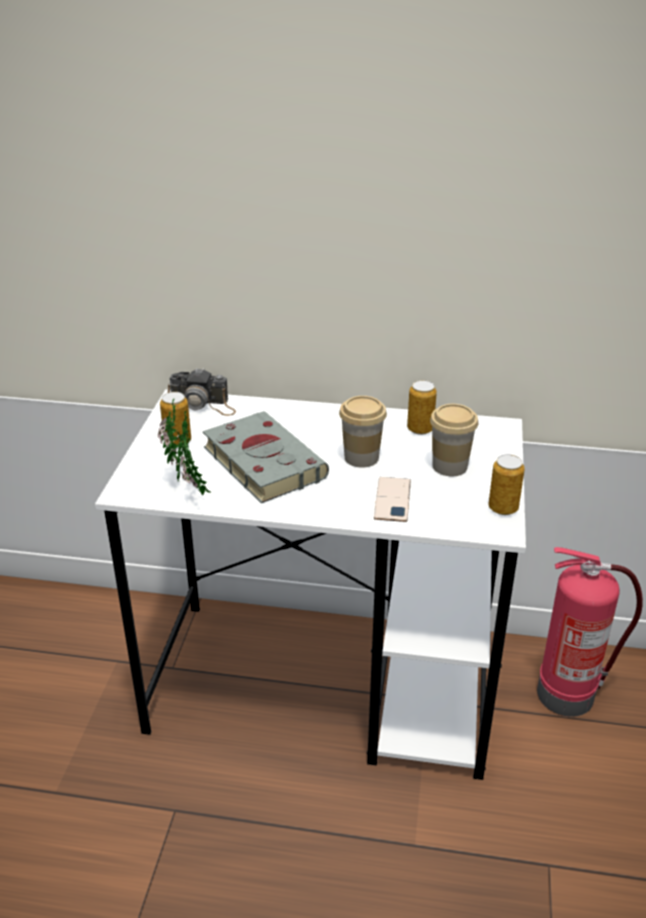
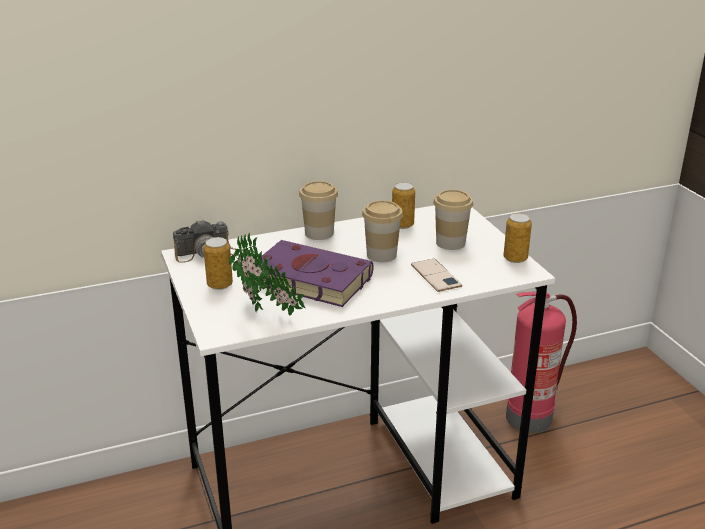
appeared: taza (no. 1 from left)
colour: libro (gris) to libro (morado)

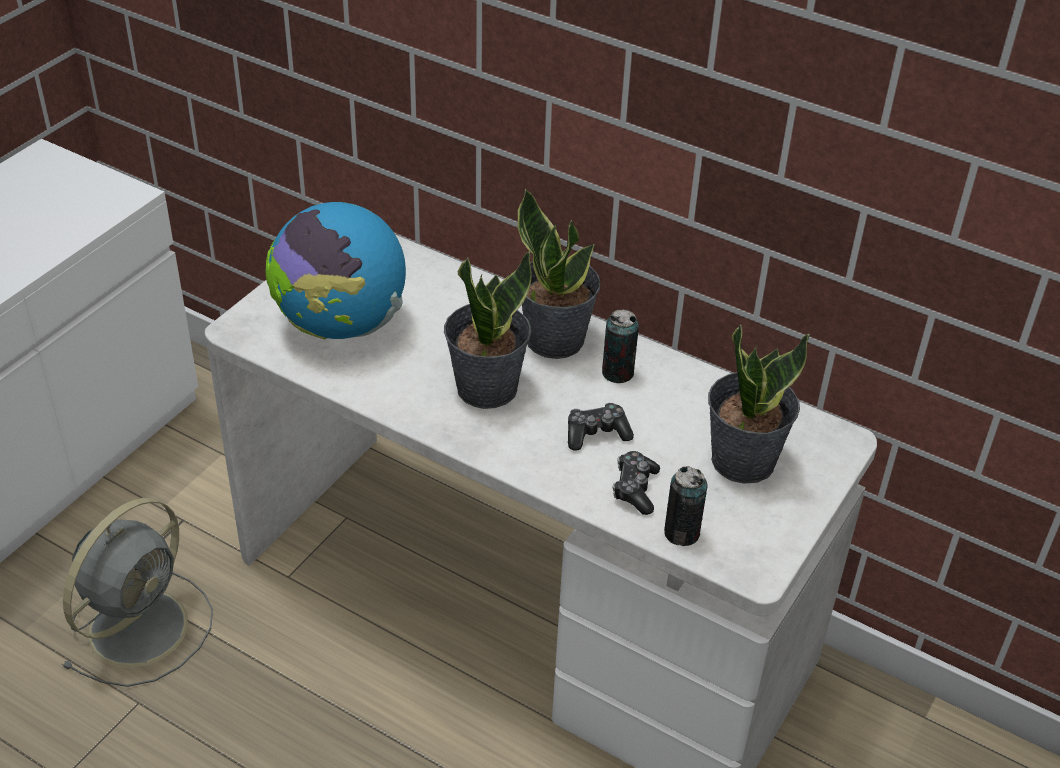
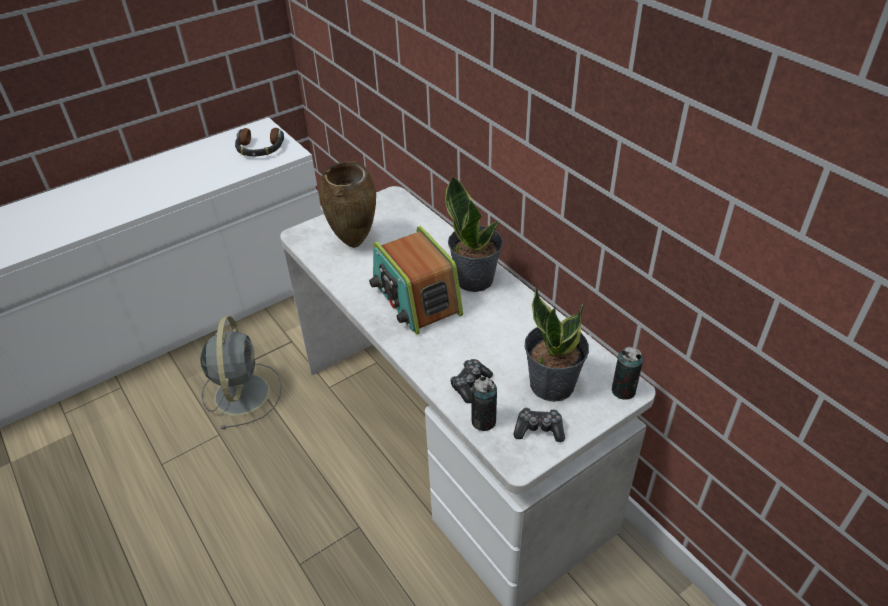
appeared: auriculares
relocated: mando de consola (no. 1 from left in the first image) to mando de consola (no. 2 from left); lata (no. 1 from left in the first image) to lata (no. 2 from left)
exchanged: globo terráqueo to florero (marrón); planta en maceta (no. 1 from left) to radio
spun: ventilador (gris) 60 degrees counterclockwise

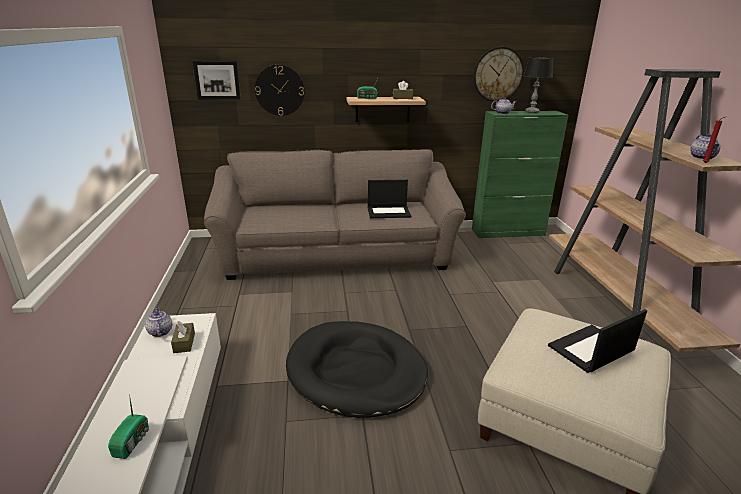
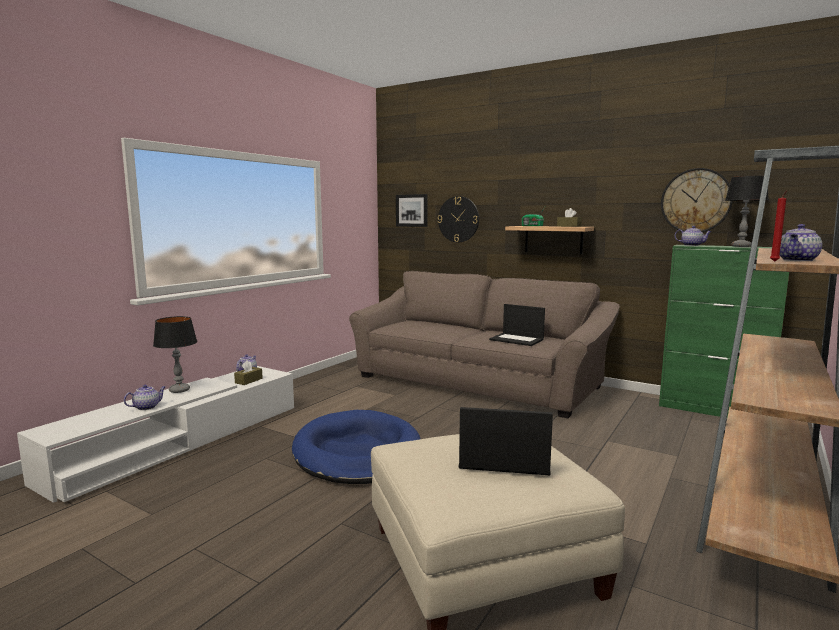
appeared: lámpara de mesa (no. 1 from left)
exchanged: radio (no. 1 from left) to tetera (no. 1 from left)
colour: cama para perro (negro) to cama para perro (azul)

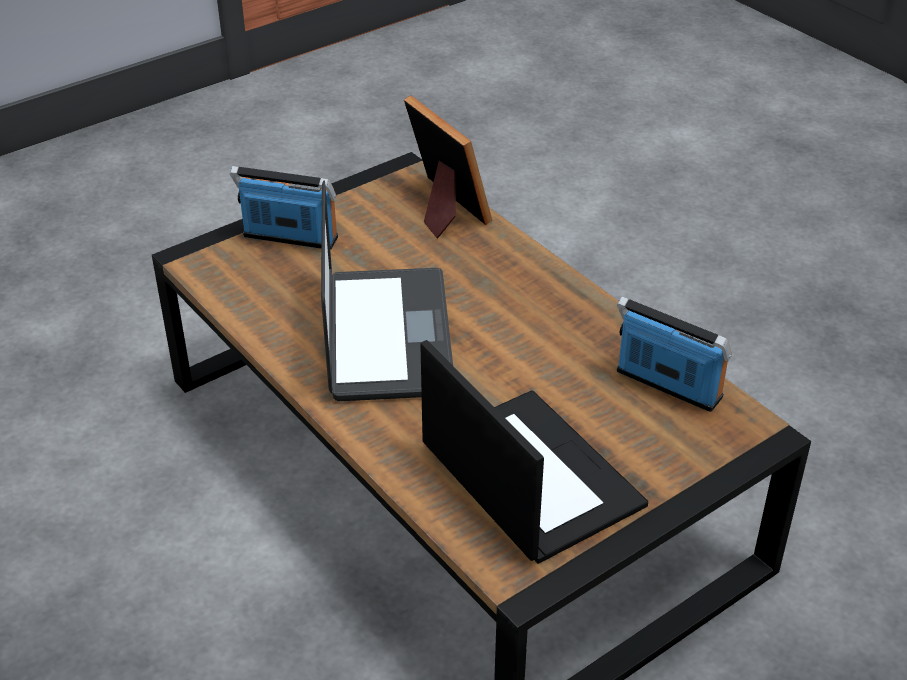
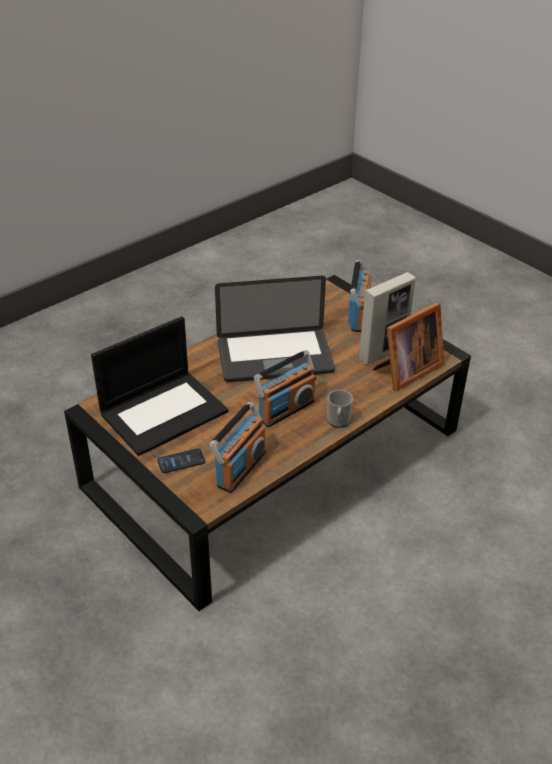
appeared: móvil; radio (no. 2 from left); taza grande; portarretratos (no. 1 from left)

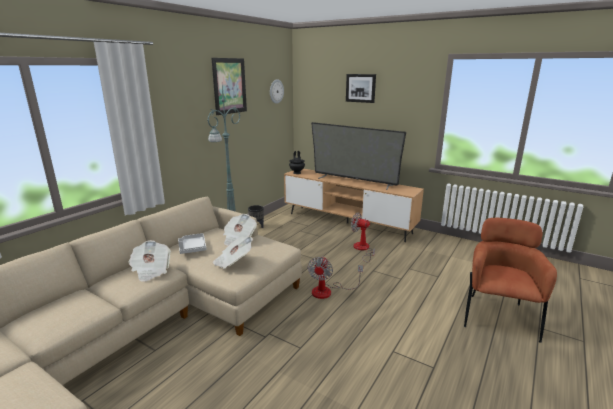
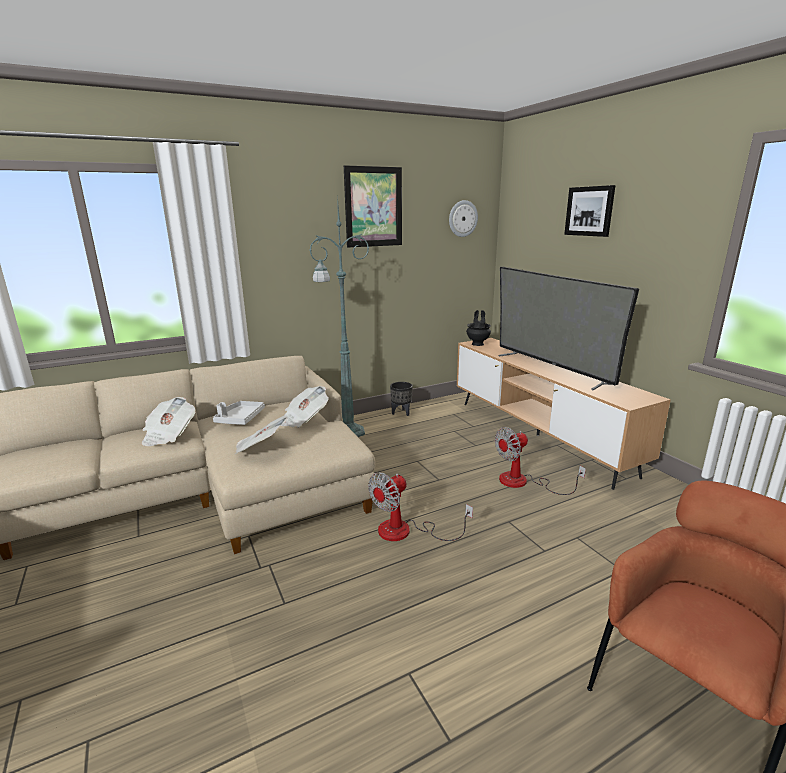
spun: ventilador (no. 2 from left) 90 degrees counterclockwise

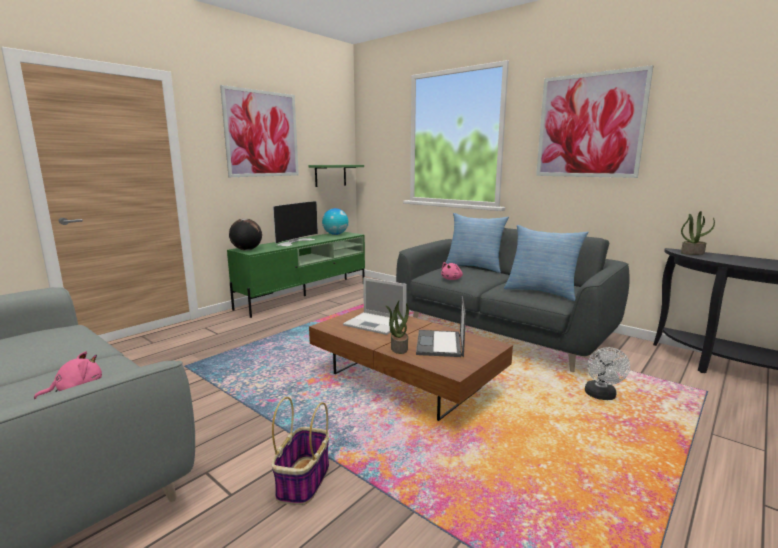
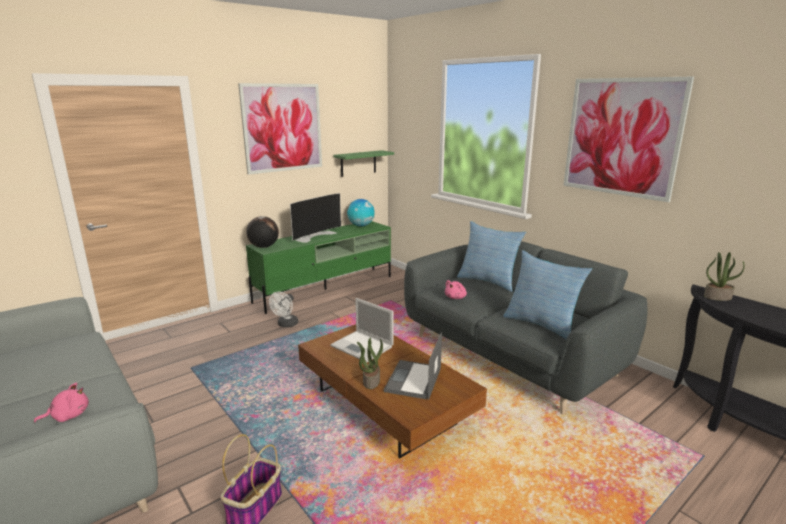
relocated: ventilador (blanco)

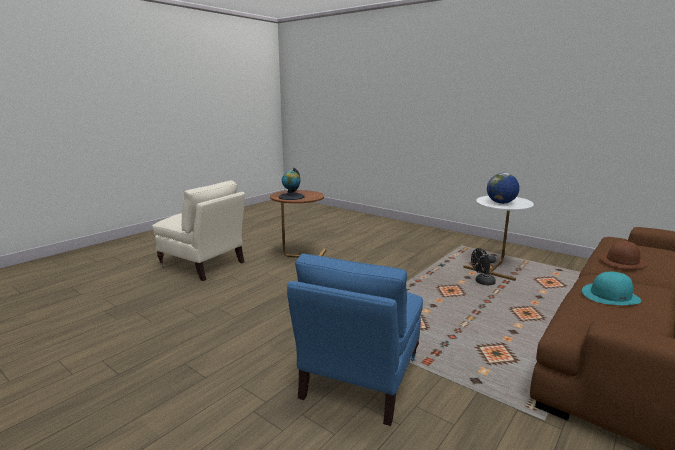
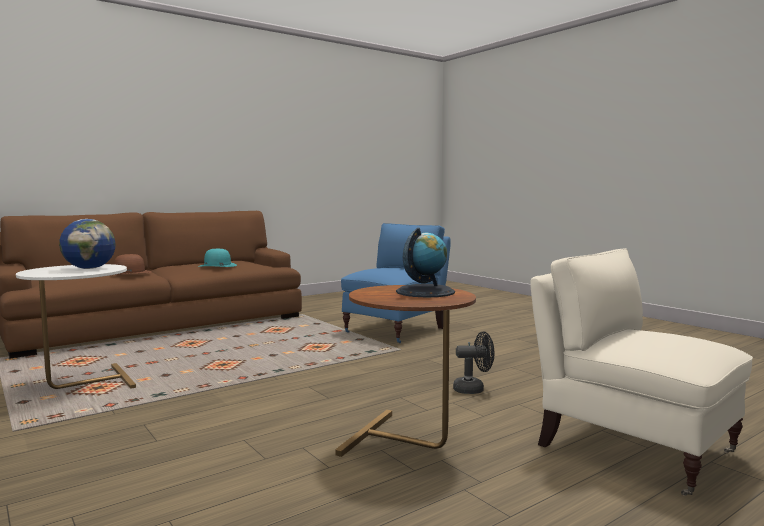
relocated: ventilador (negro)

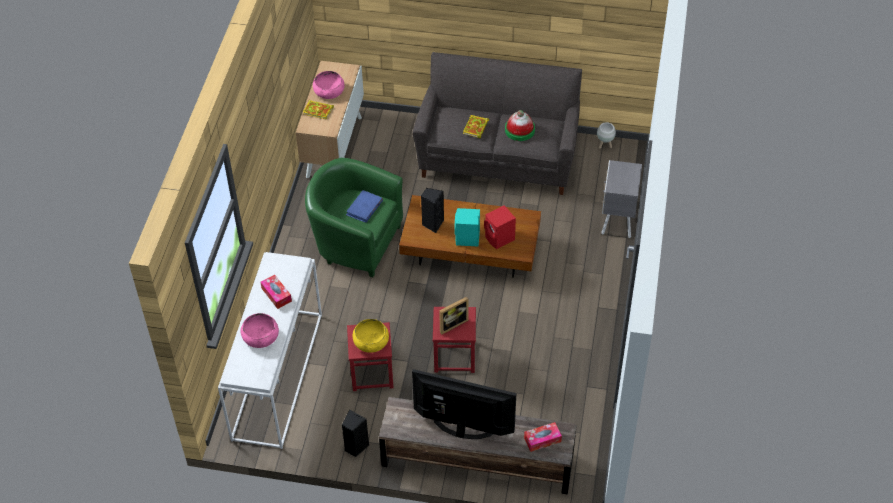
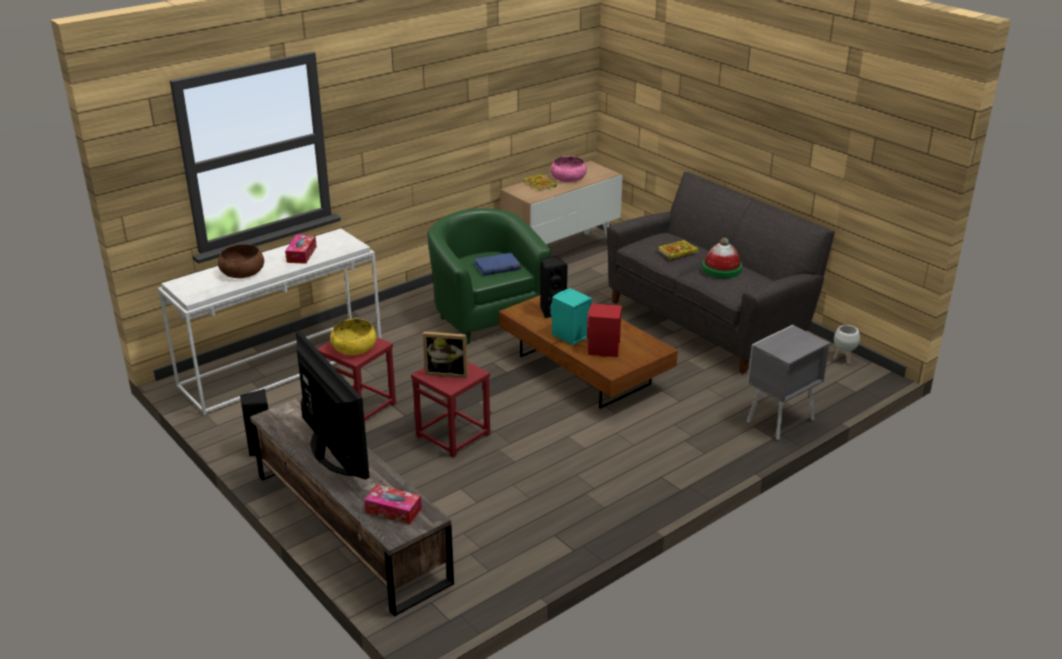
colour: cuenco (rosa) (no. 1 from left) to cuenco (marrón)

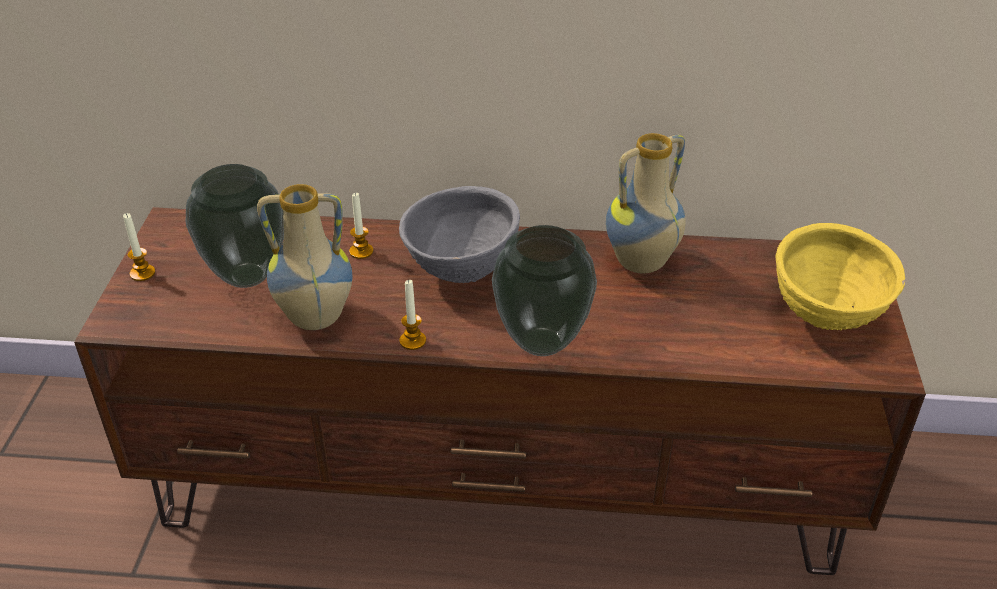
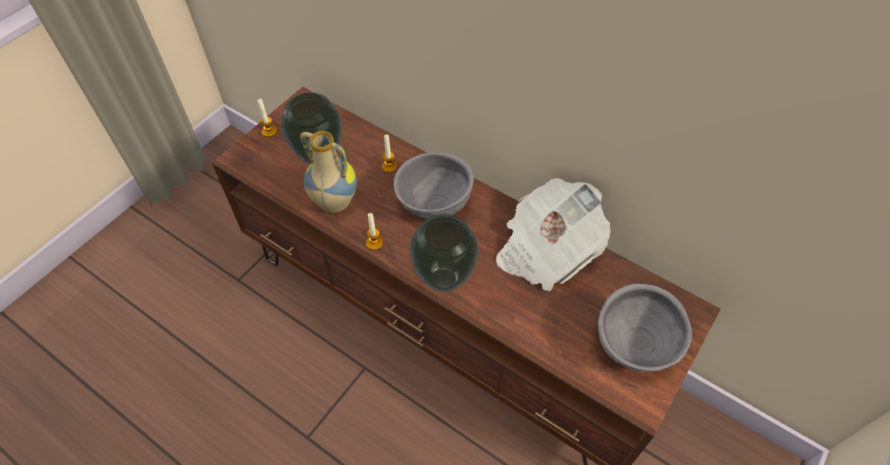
exchanged: florero (no. 4 from left) to periódico
colour: cuenco (amarillo) to cuenco (gris) (no. 2 from left)

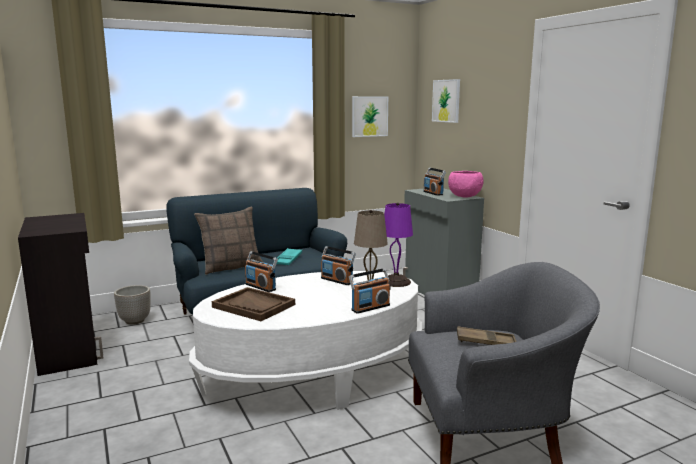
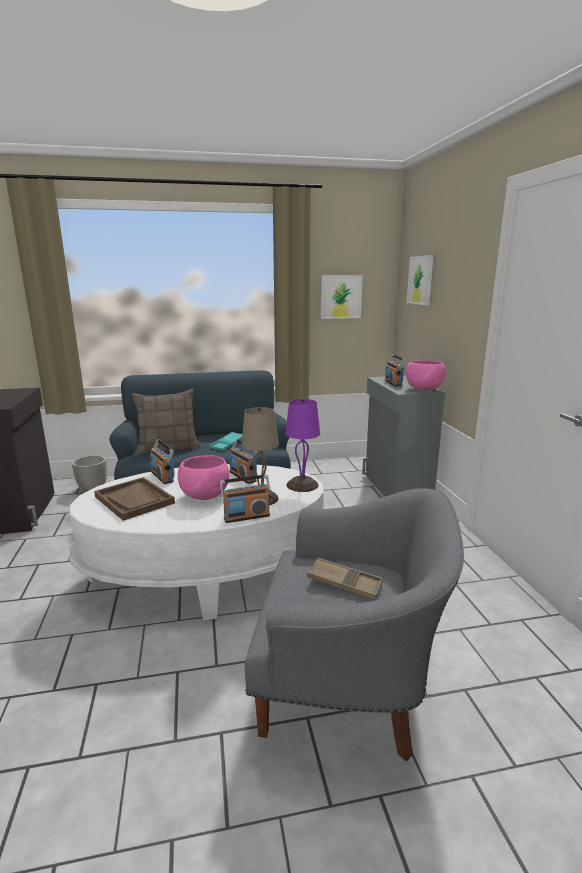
appeared: cuenco (rosa) (no. 1 from left)

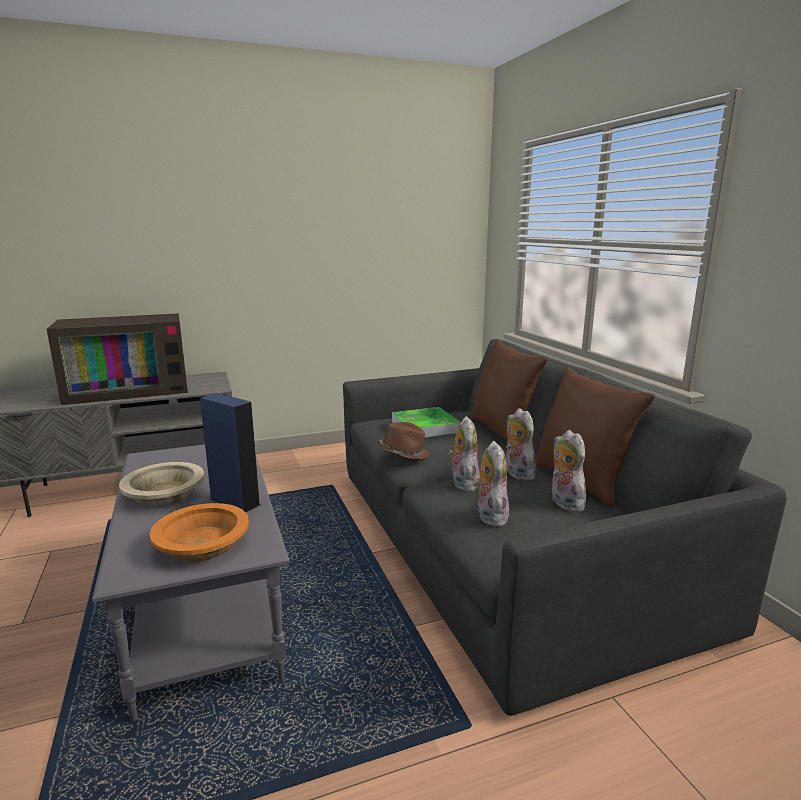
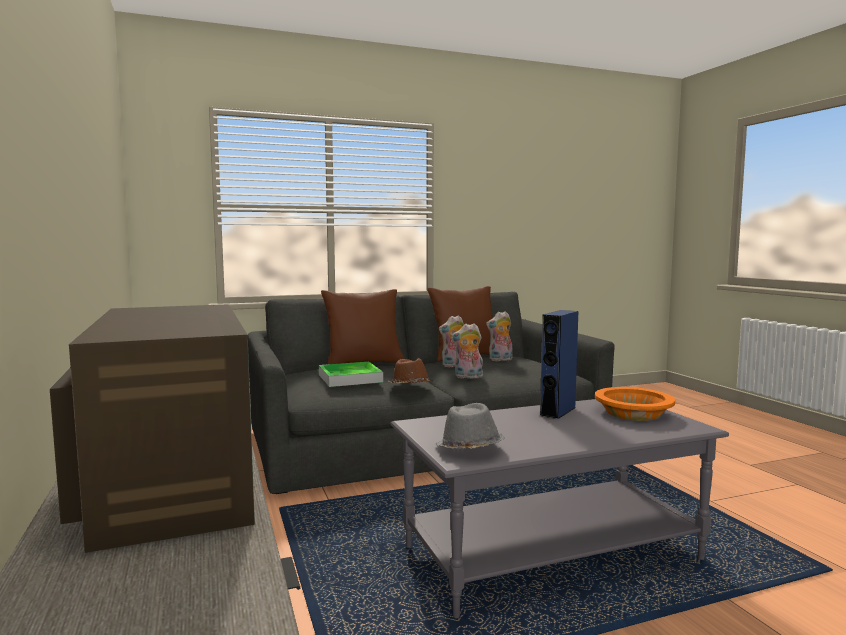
missing: cuenco (beis); peluche (no. 2 from left)
appeared: sombrero (gris)

